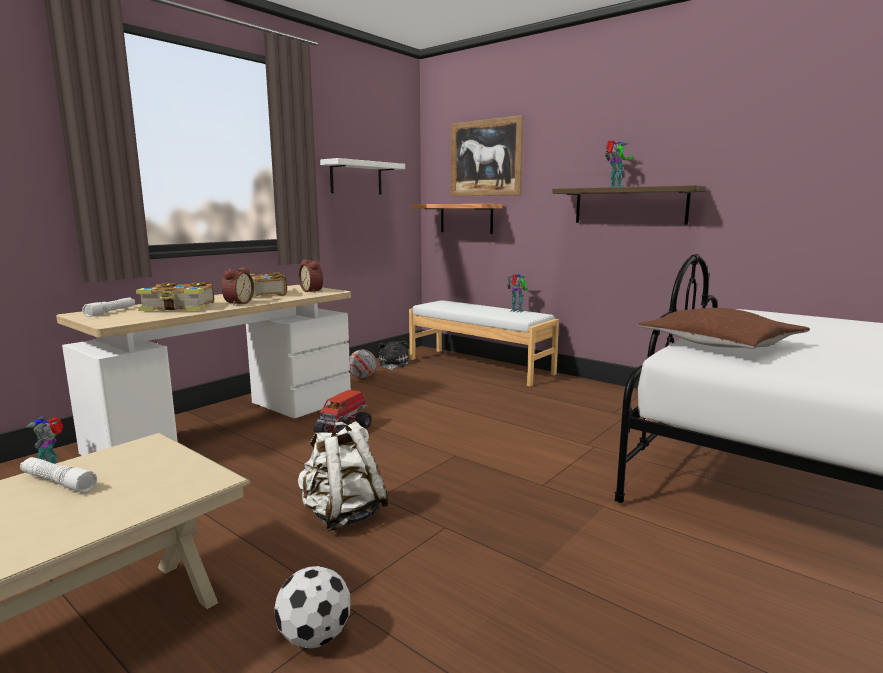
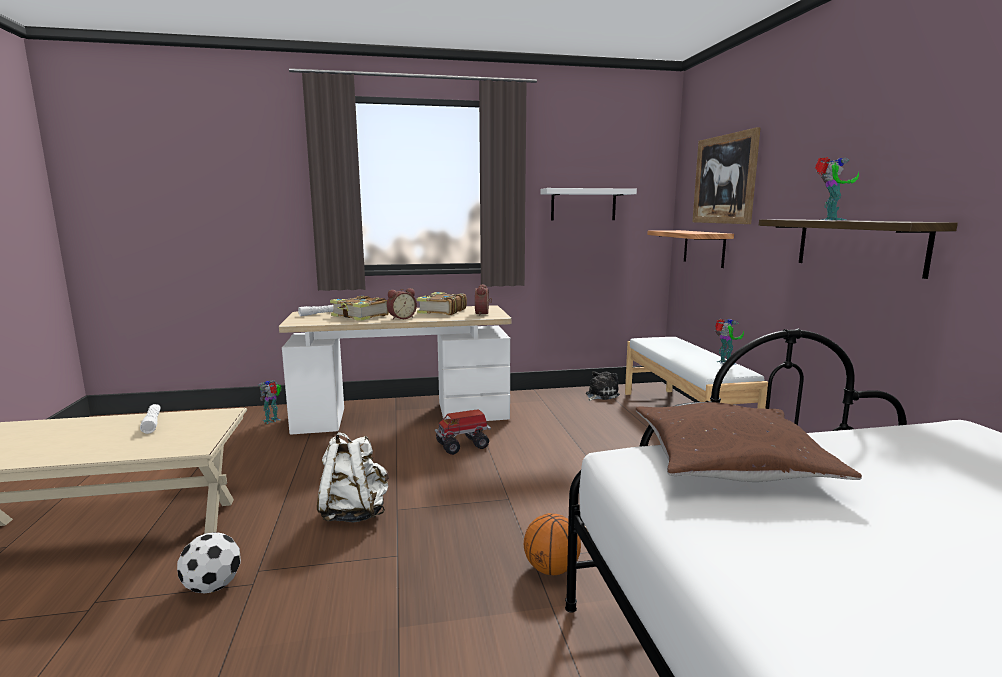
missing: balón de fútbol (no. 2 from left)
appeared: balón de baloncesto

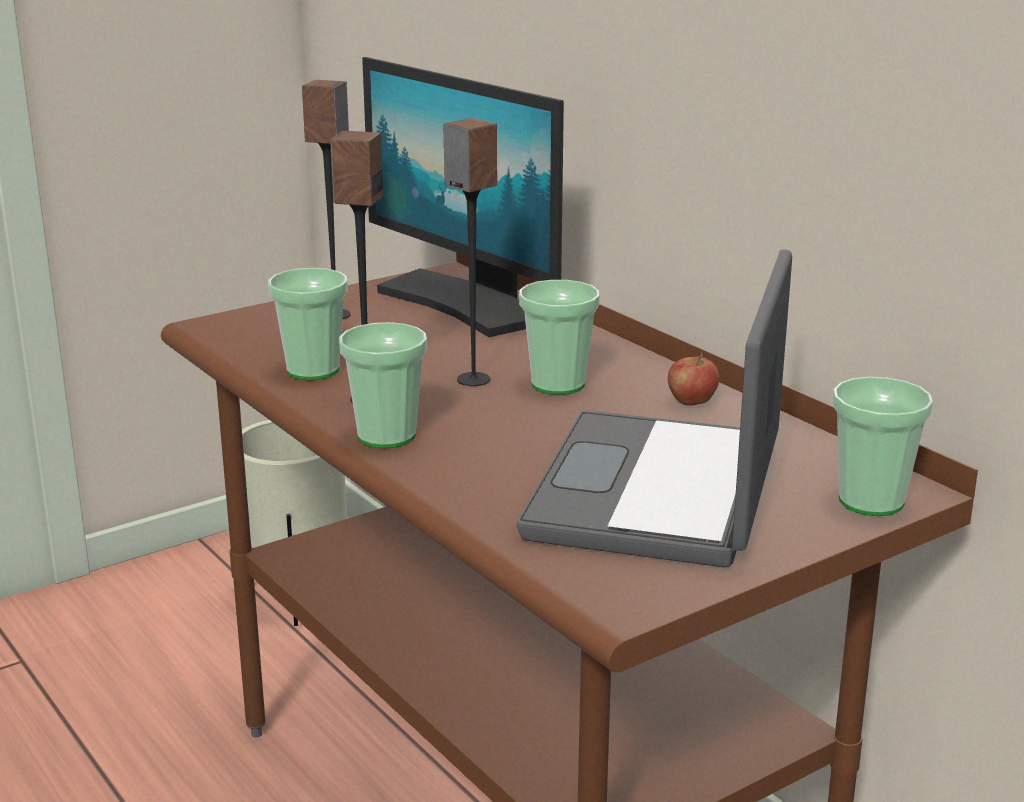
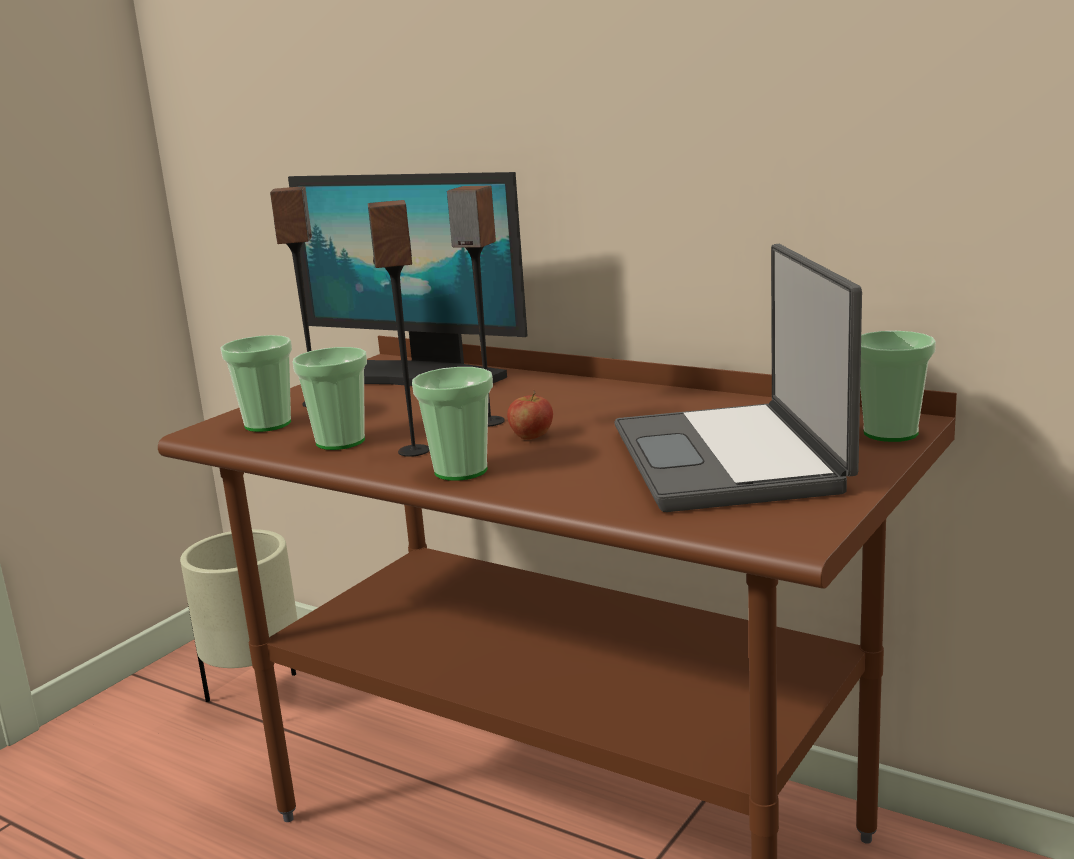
relocated: taza (no. 3 from left in the first image) to taza (no. 1 from left); manzana

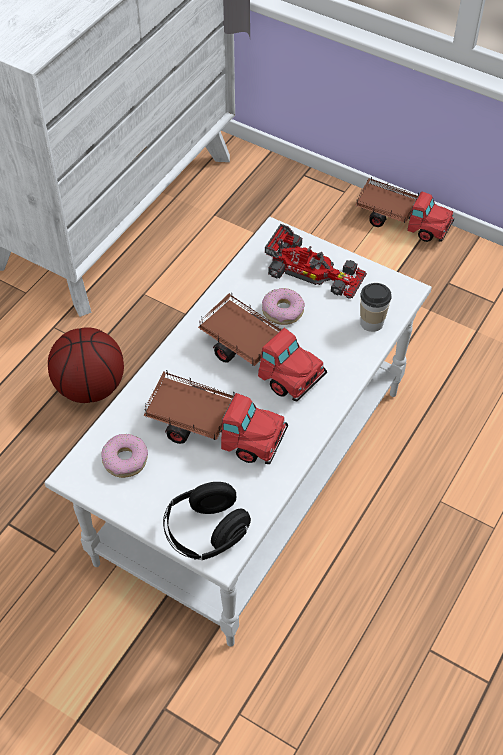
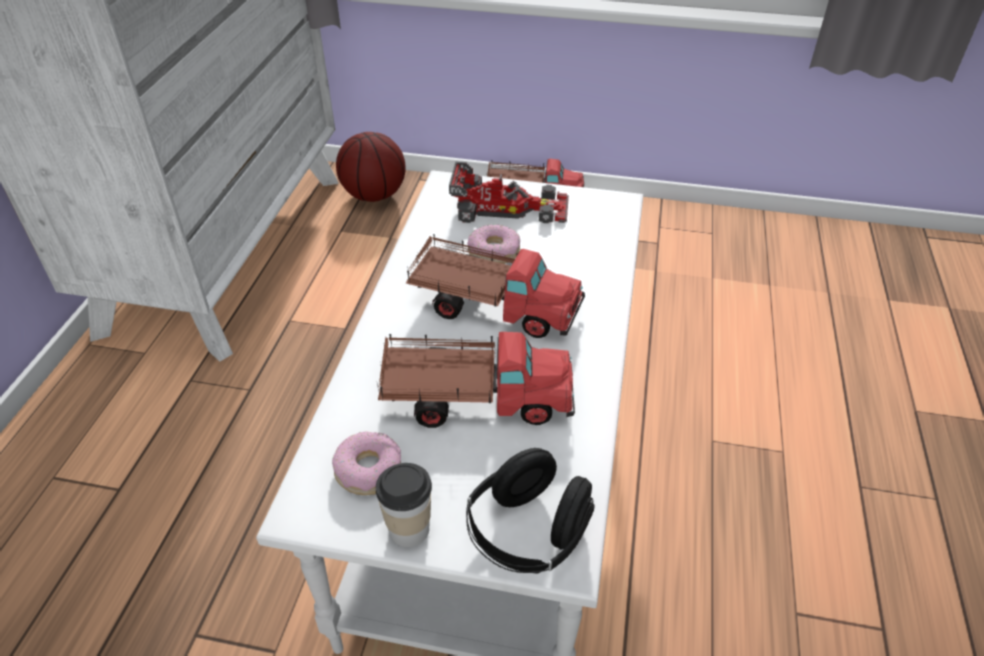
relocated: balón de baloncesto; taza

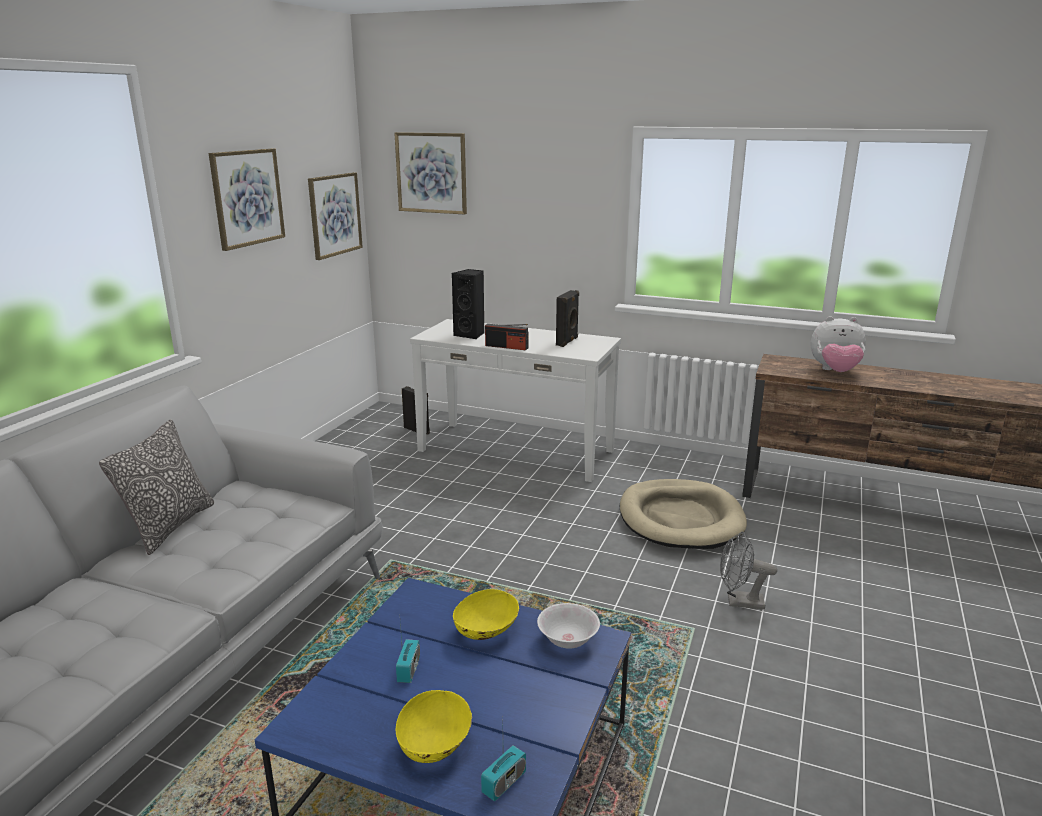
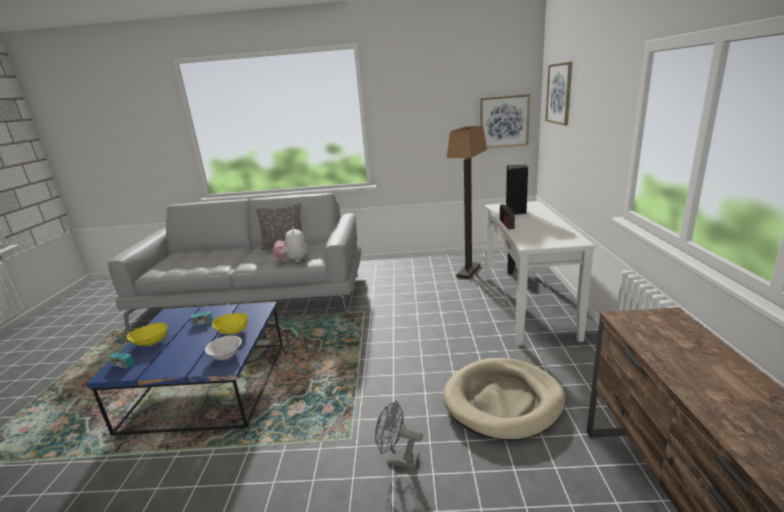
missing: cuadro (no. 1 from left); altavoz (negro) (no. 3 from left)
appeared: lámpara de pie
relocated: peluche
spun: ventilador (gris) 60 degrees counterclockwise

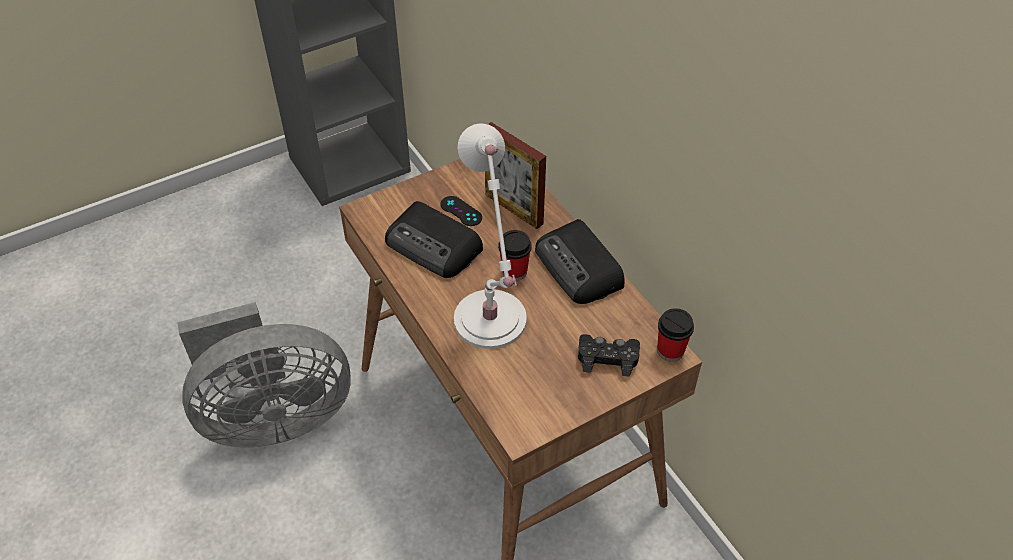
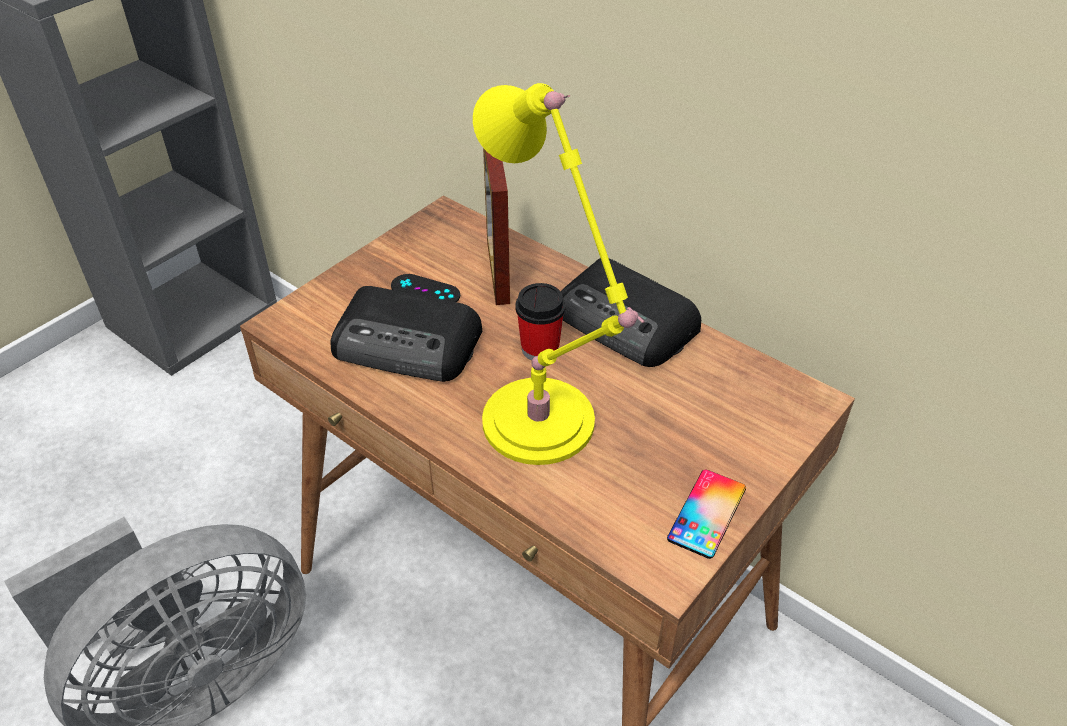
missing: mando de consola (negro) (no. 2 from left); taza (no. 2 from left)
appeared: móvil
colour: lámpara de mesa (blanco) to lámpara de mesa (amarillo)
spun: portarretratos 60 degrees clockwise

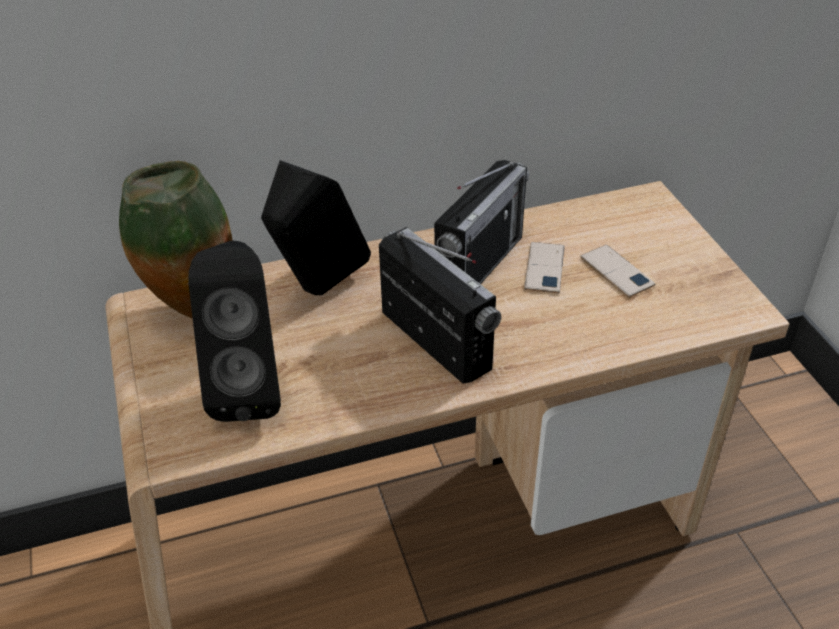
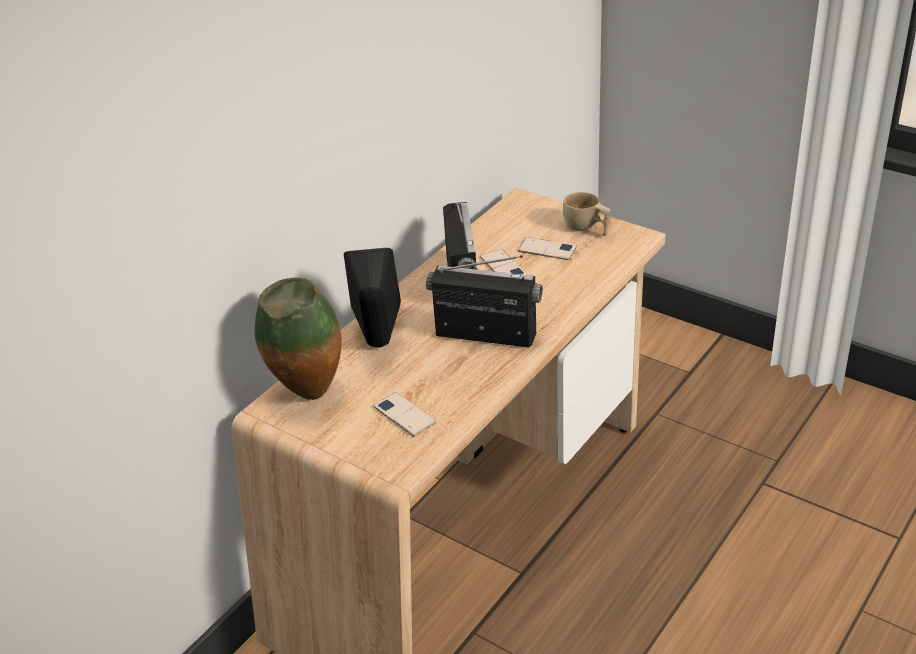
appeared: taza (beis)
exchanged: altavoz (negro) (no. 1 from left) to móvil (no. 1 from left)

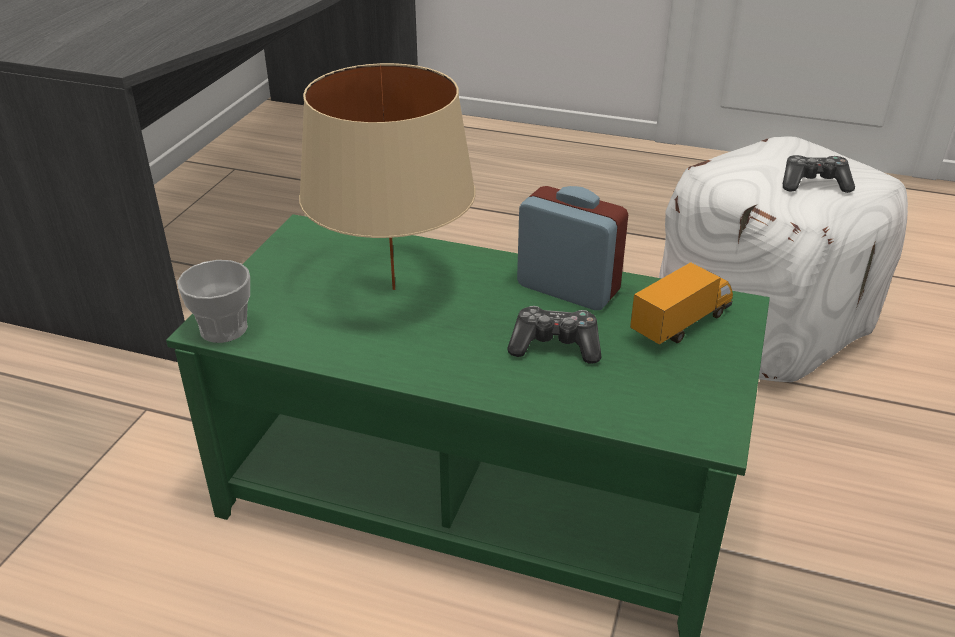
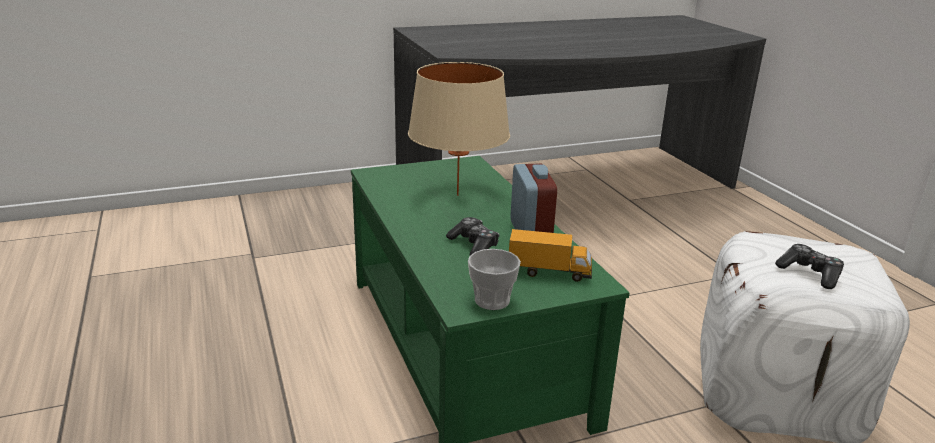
relocated: taza

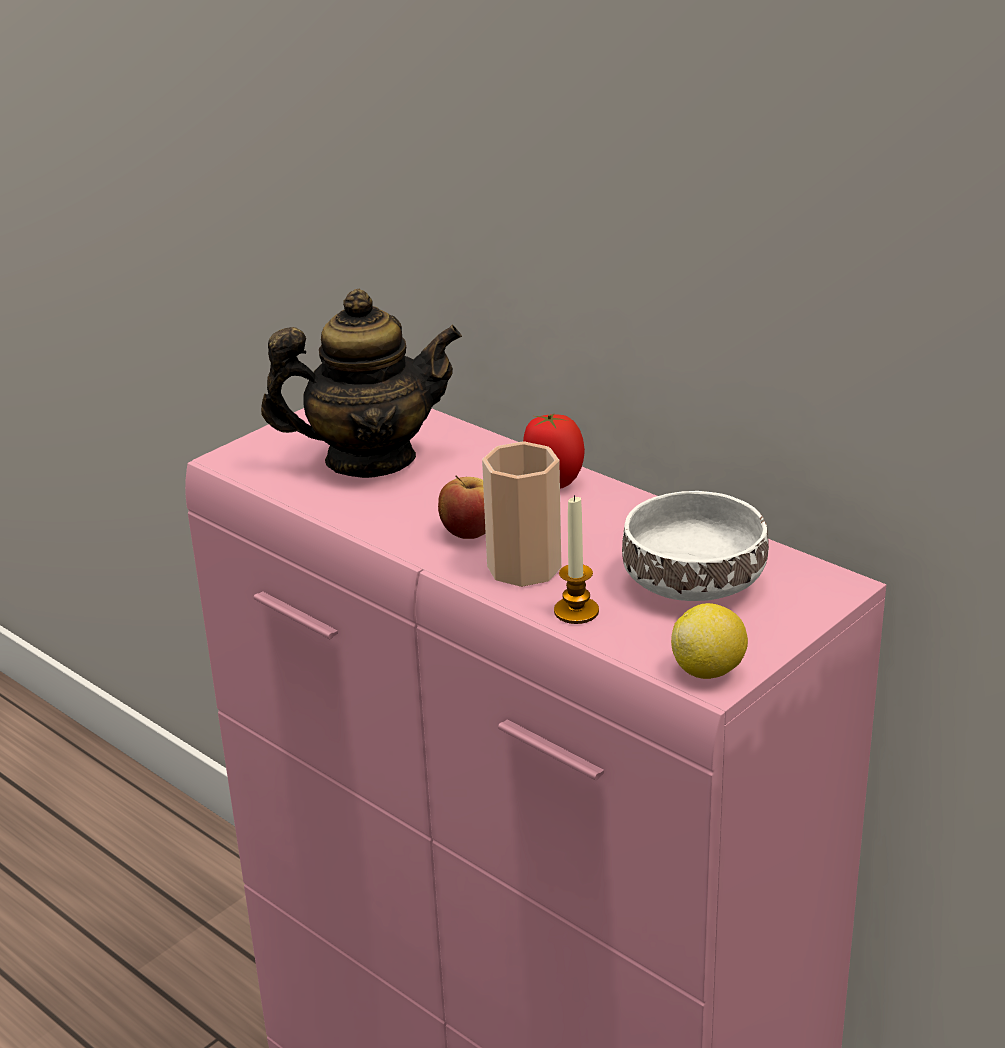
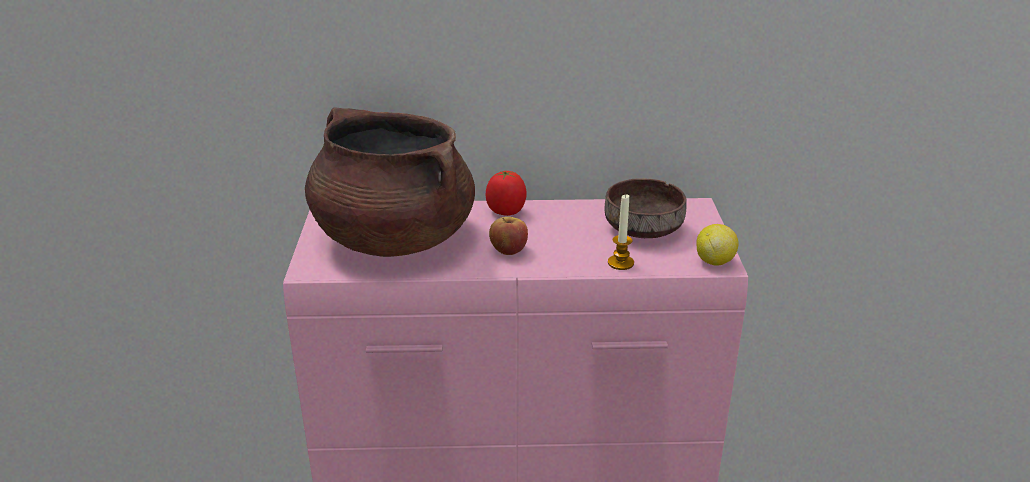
missing: taza
exchanged: tetera to olla (marrón)
colour: cuenco (blanco) to cuenco (marrón)

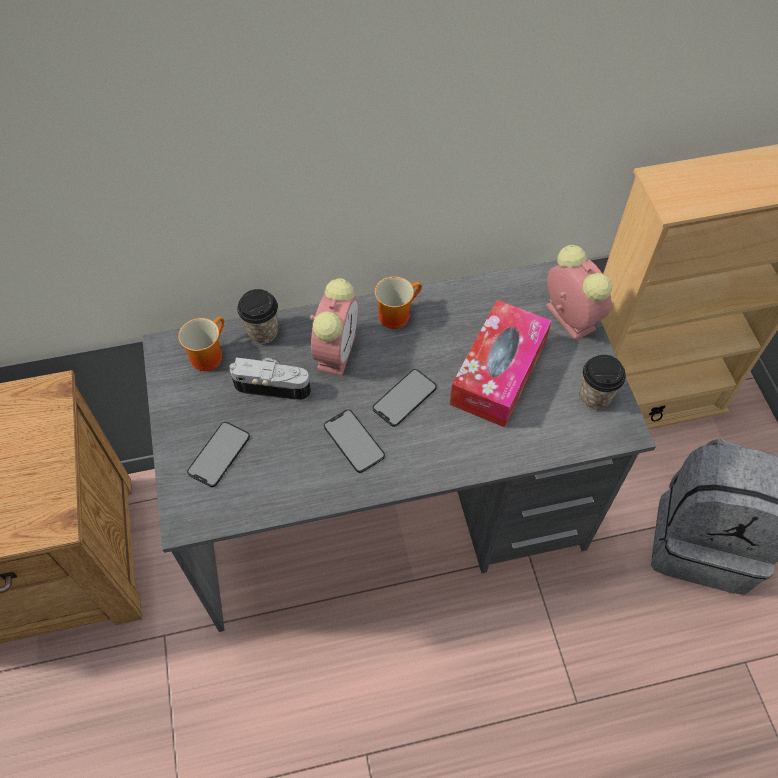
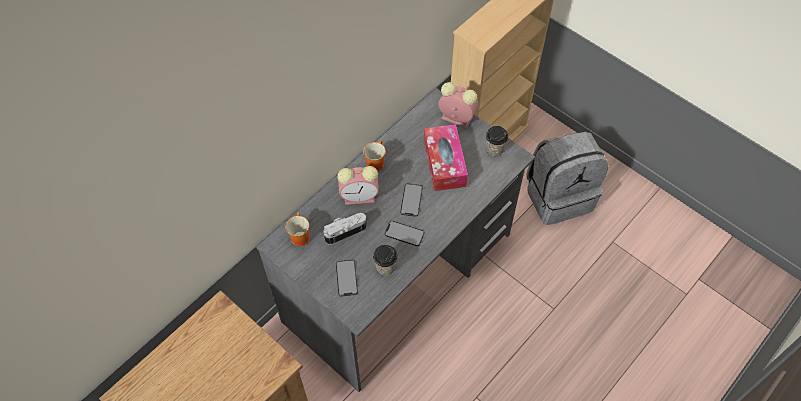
relocated: taza (no. 1 from left)
spun: despertador (no. 1 from left) 105 degrees clockwise

